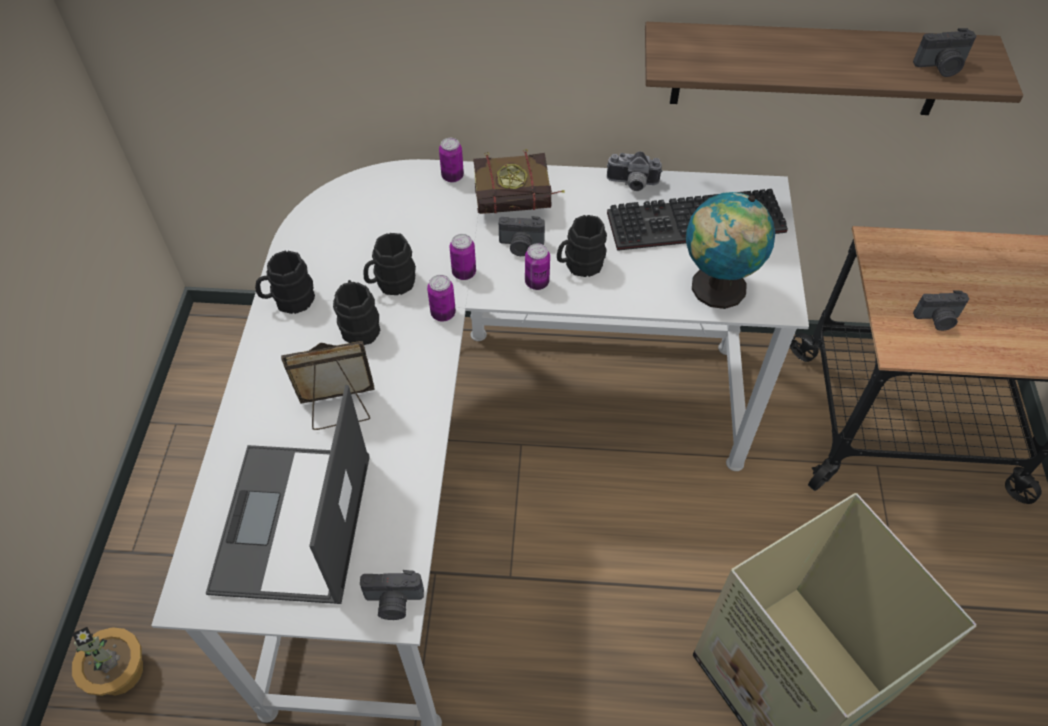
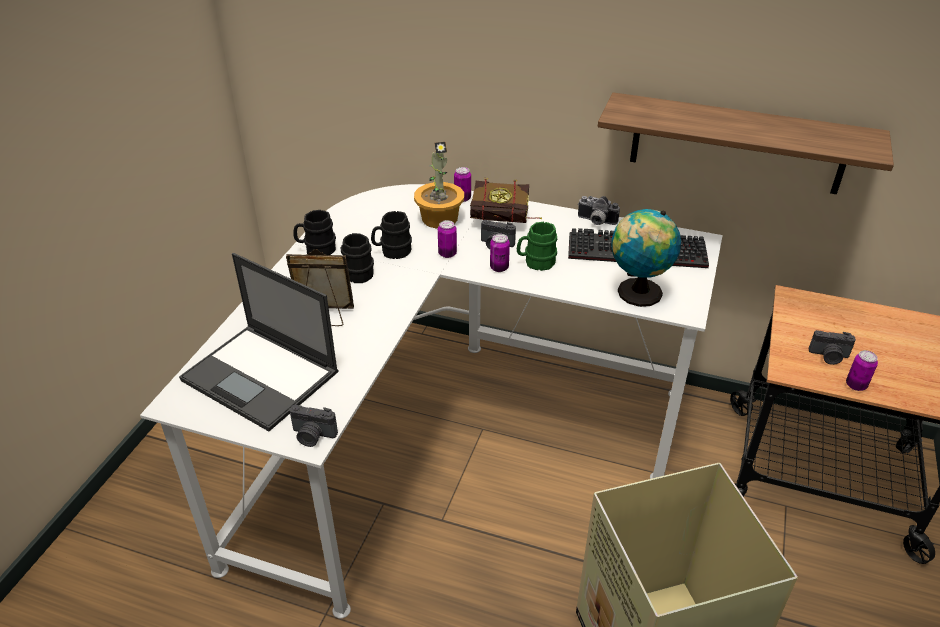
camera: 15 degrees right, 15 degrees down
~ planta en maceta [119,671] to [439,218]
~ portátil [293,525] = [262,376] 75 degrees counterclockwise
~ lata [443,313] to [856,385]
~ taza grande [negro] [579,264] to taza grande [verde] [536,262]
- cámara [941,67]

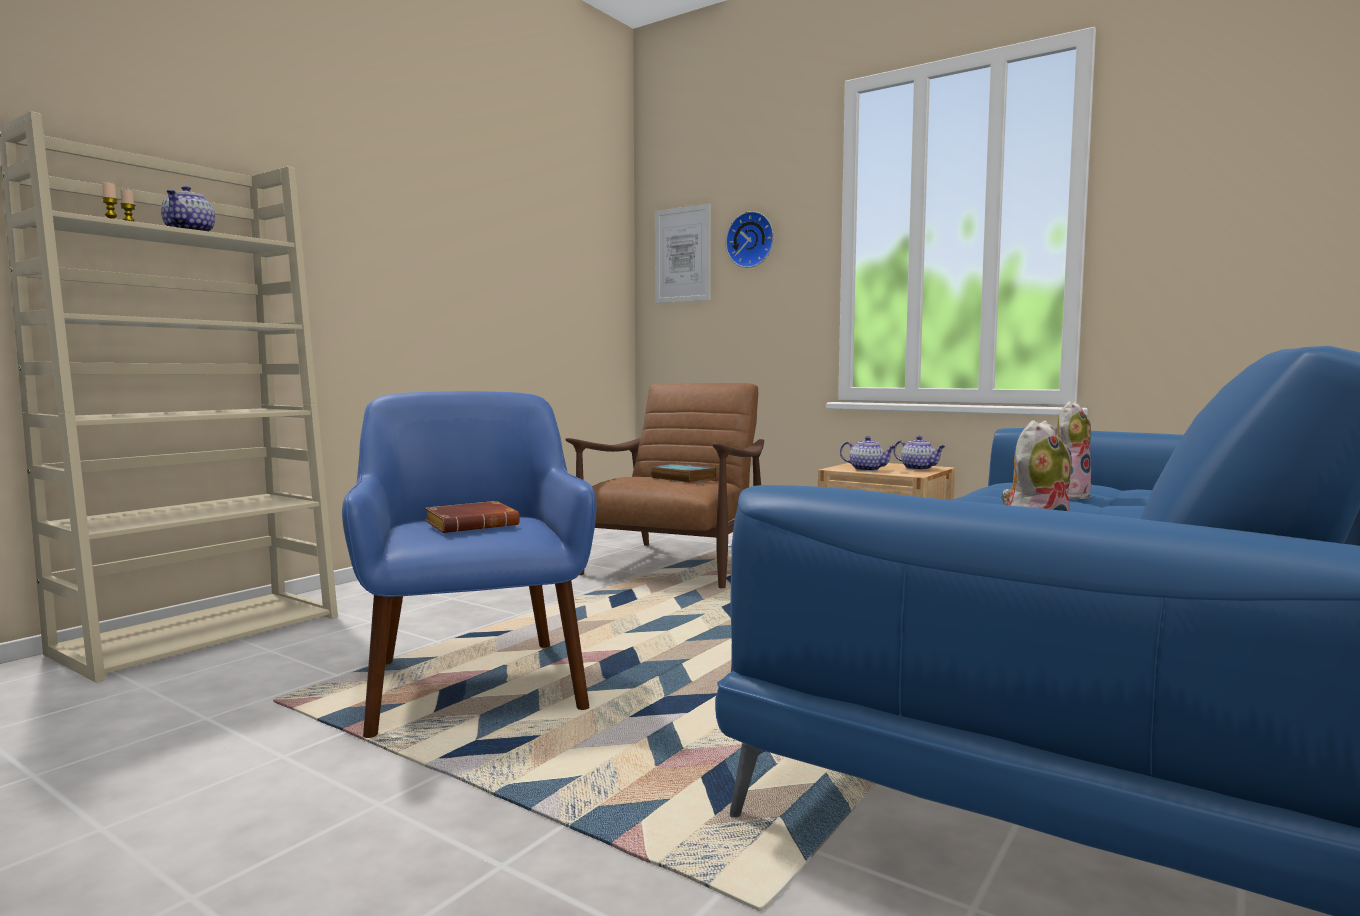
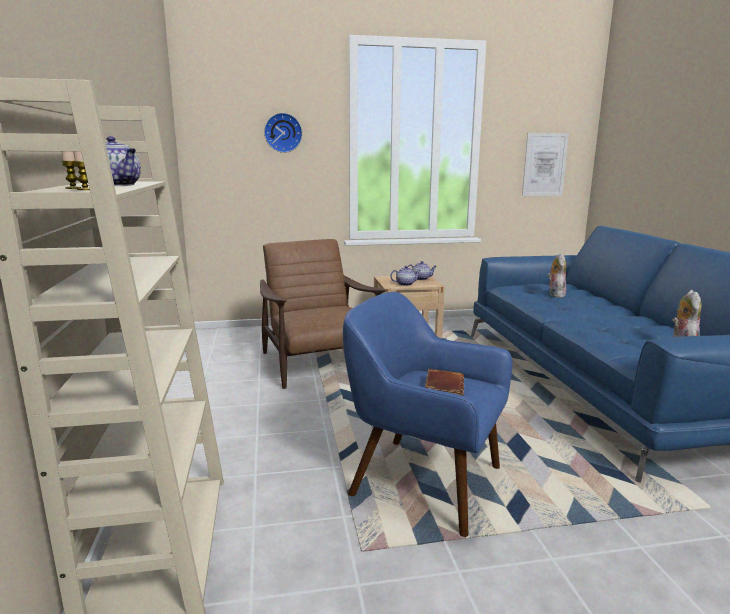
camera: 45 degrees left, 10 degrees up
- libro [681,478]
~ cuadro [682,255] to [544,164]

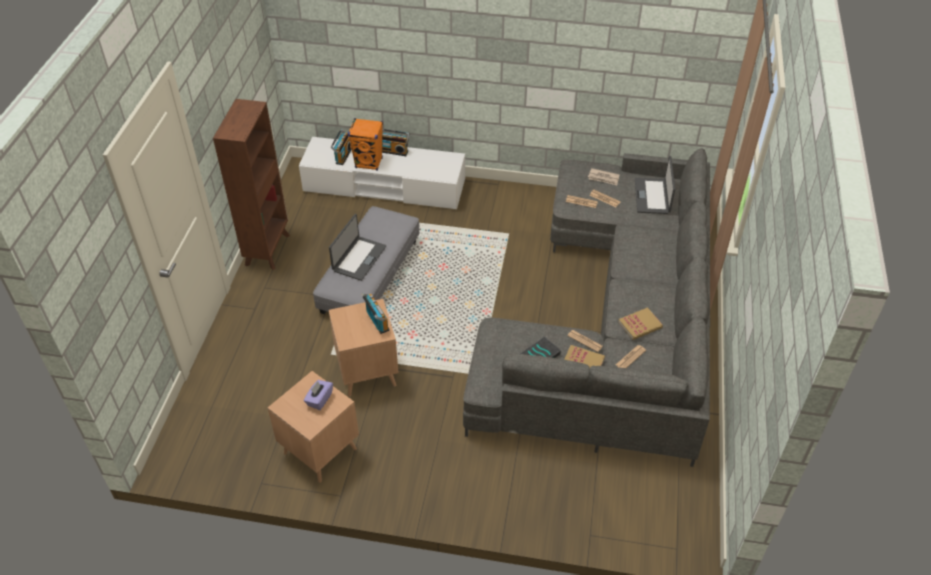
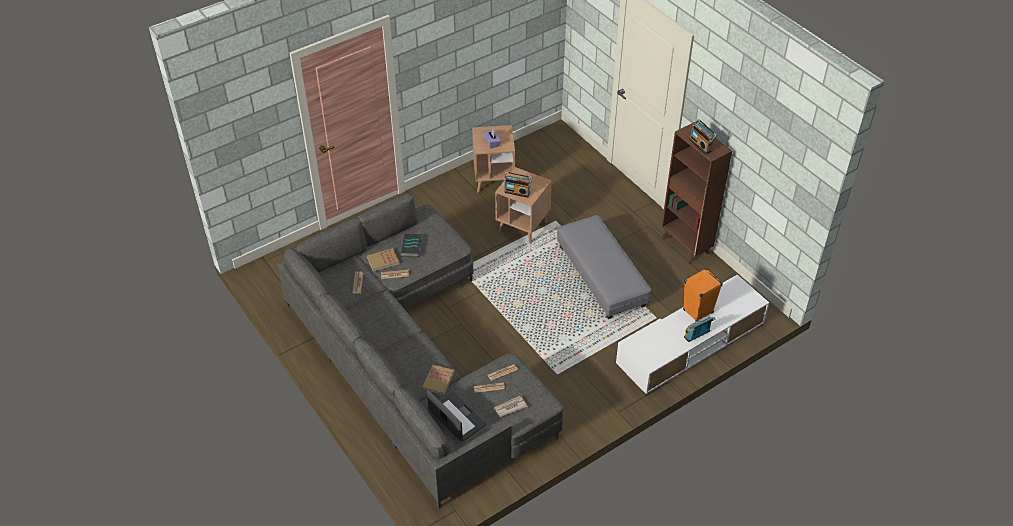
camera: 135 degrees right, 0 degrees up
- portátil [358,258]
~ radio [342,156] to [701,145]
~ libro [640,325] to [438,380]

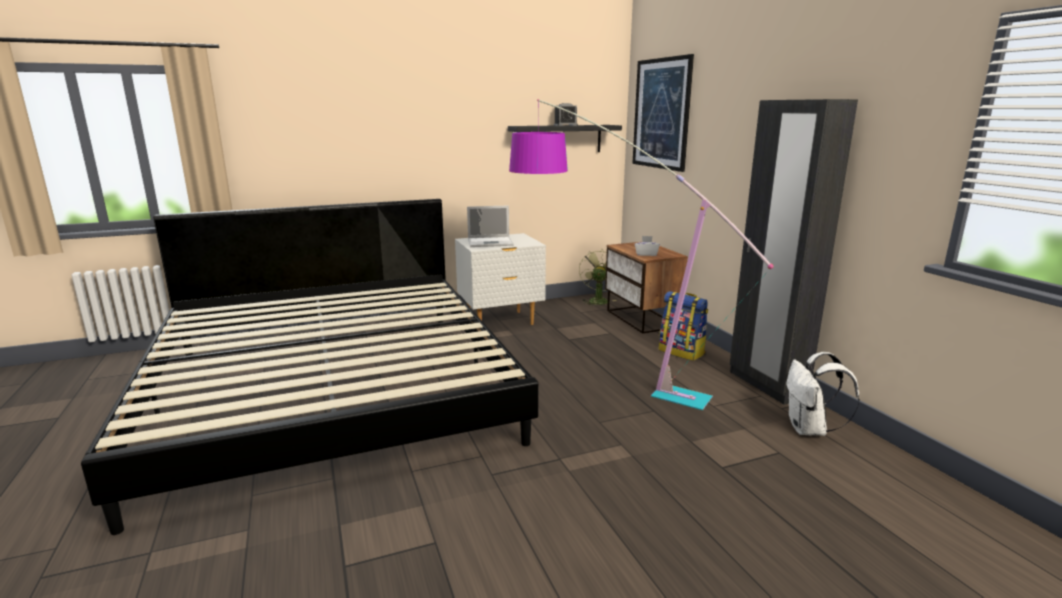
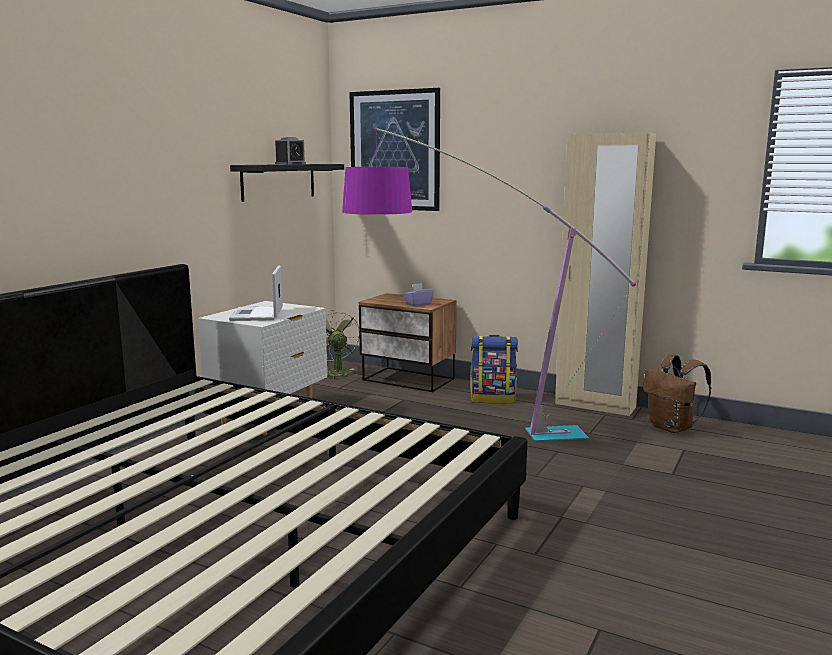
camera: 40 degrees left, 5 degrees down
~ portátil [491,242] = [257,314] 135 degrees clockwise
~ caja de pañuelos [blanco] [646,254] to caja de pañuelos [morado] [418,304]
~ armario ropero [negro] [766,385] to armario ropero [beis] [595,406]
~ mochila [blanco] [809,430] to mochila [marrón] [672,428]

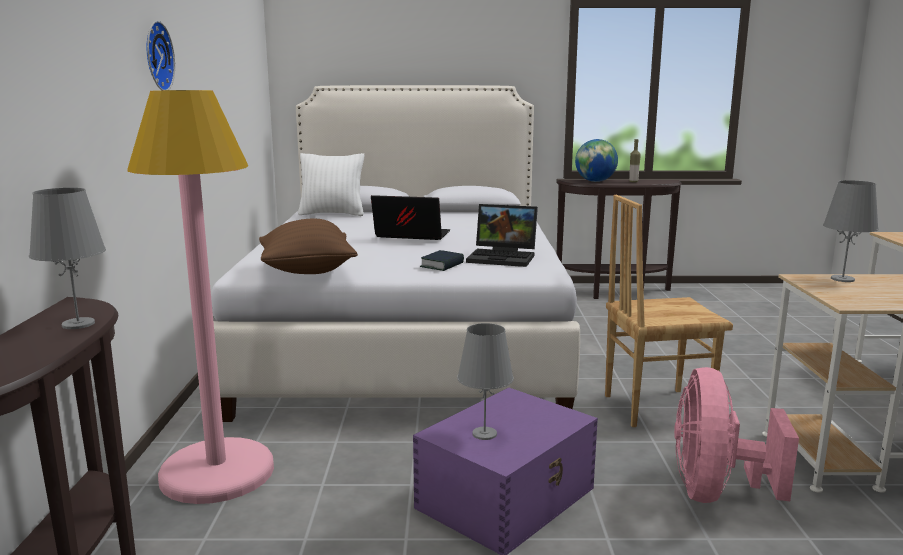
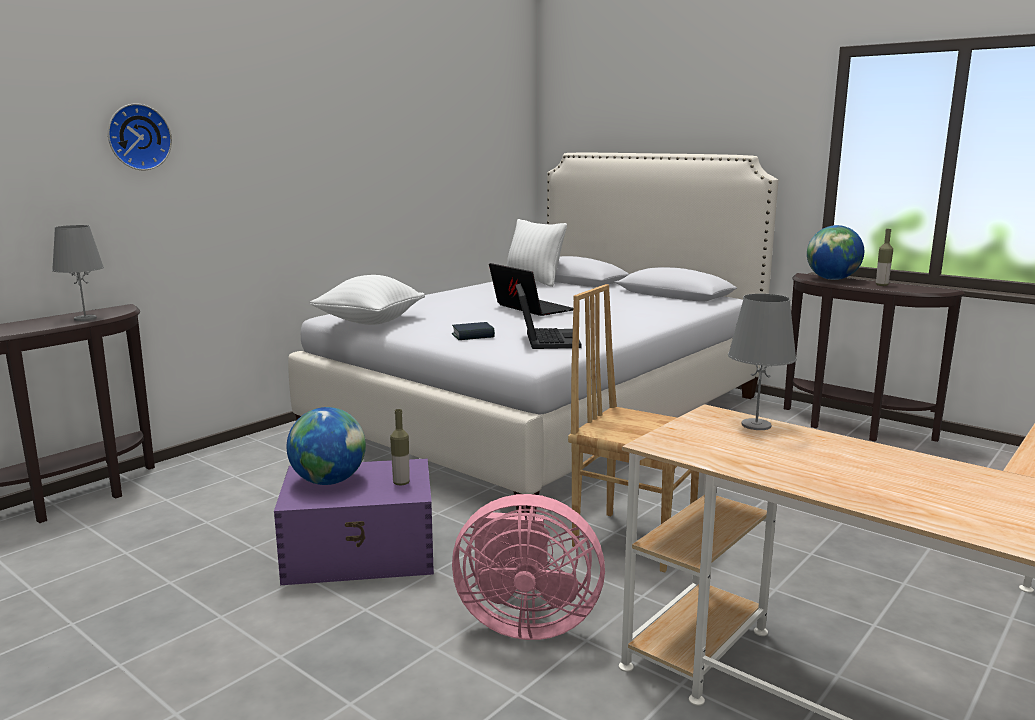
camera: 40 degrees right, 0 degrees up
- lámpara de pie [rosa] [217,472]
~ reloj de pared [155,56] to [137,137]
~ cojín [marrón] [307,271] to cojín [blanco] [369,322]
~ lámpara de mesa [gris] [485,434] to globo terráqueo [329,481]
~ portátil [504,257] = [545,340] 150 degrees counterclockwise
~ ventilador [rosa] [715,492] = [524,622] 135 degrees counterclockwise
+ botella [401,483]

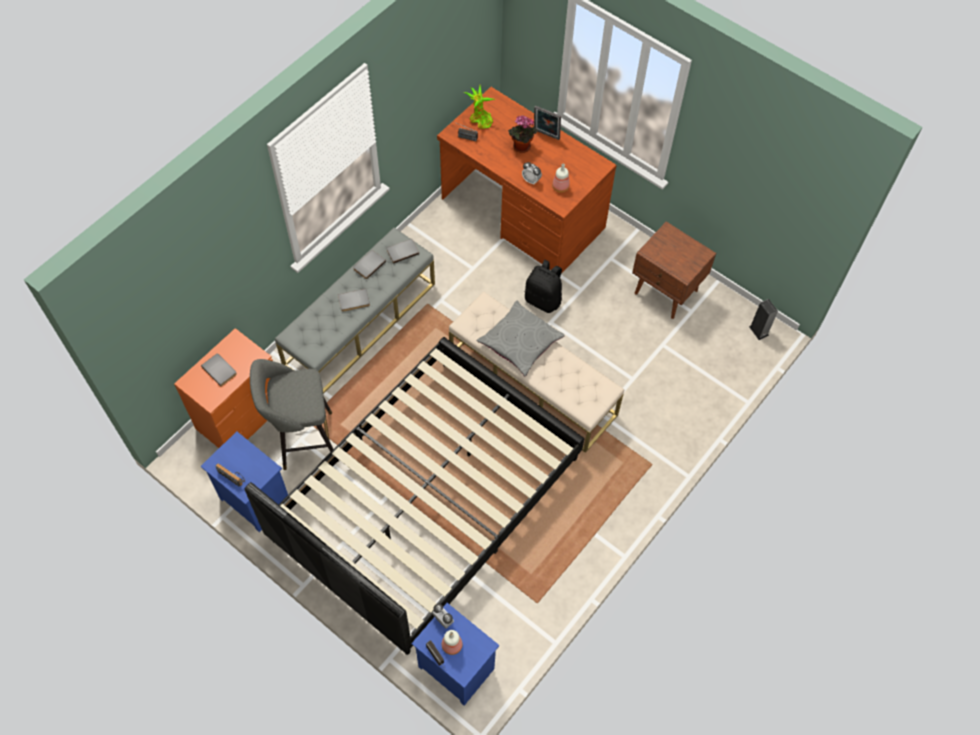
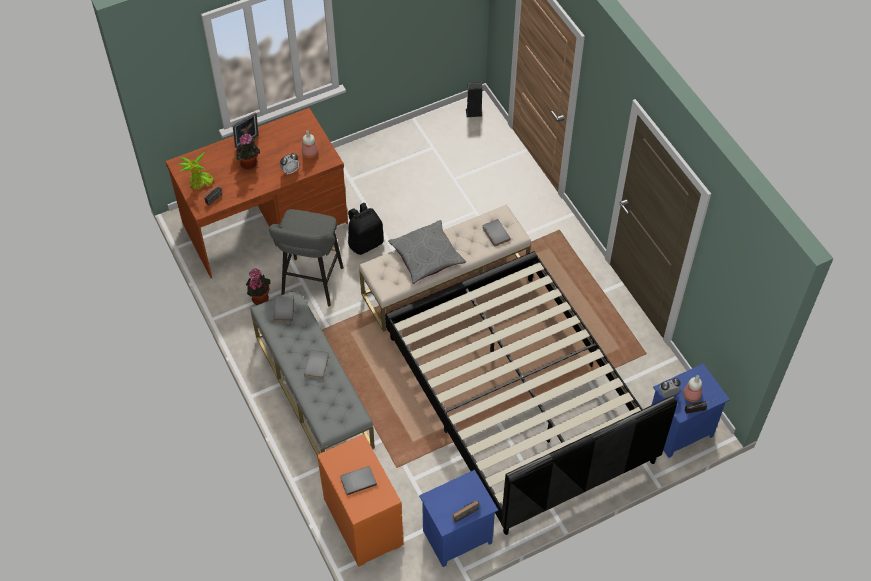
camera: 65 degrees left, 5 degrees down
~ taburete [gris] [303,441] to [311,285]
~ libro [gris] [368,265] to [495,234]
- mesita de noche [marrón] [666,292]
+ planta en maceta [259,297]

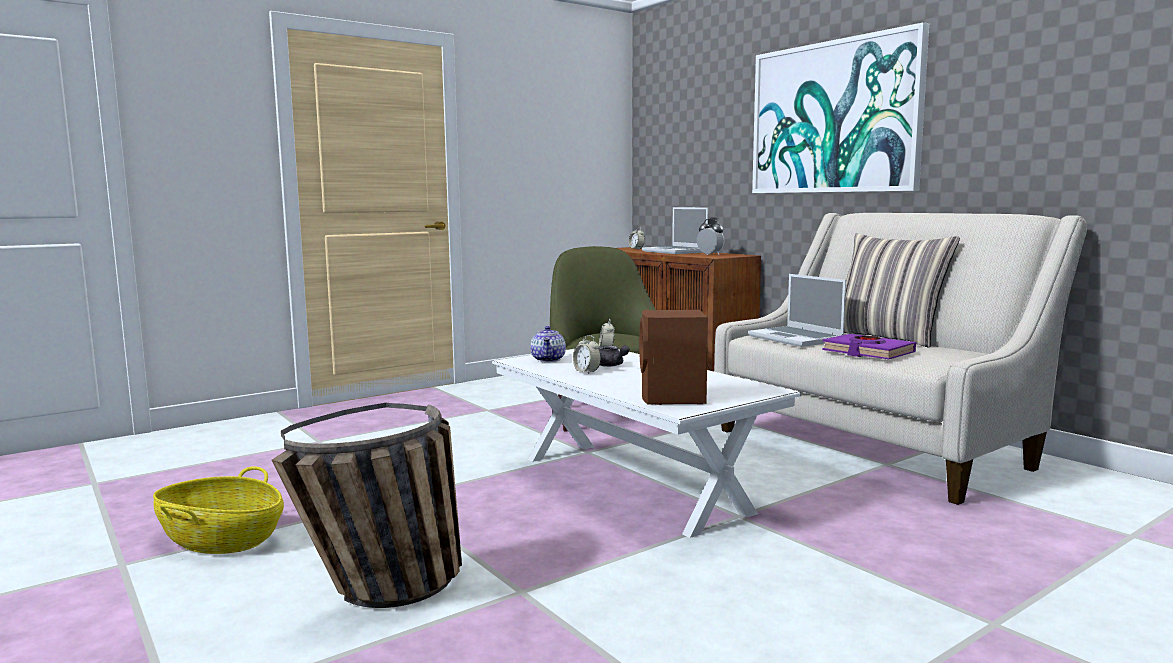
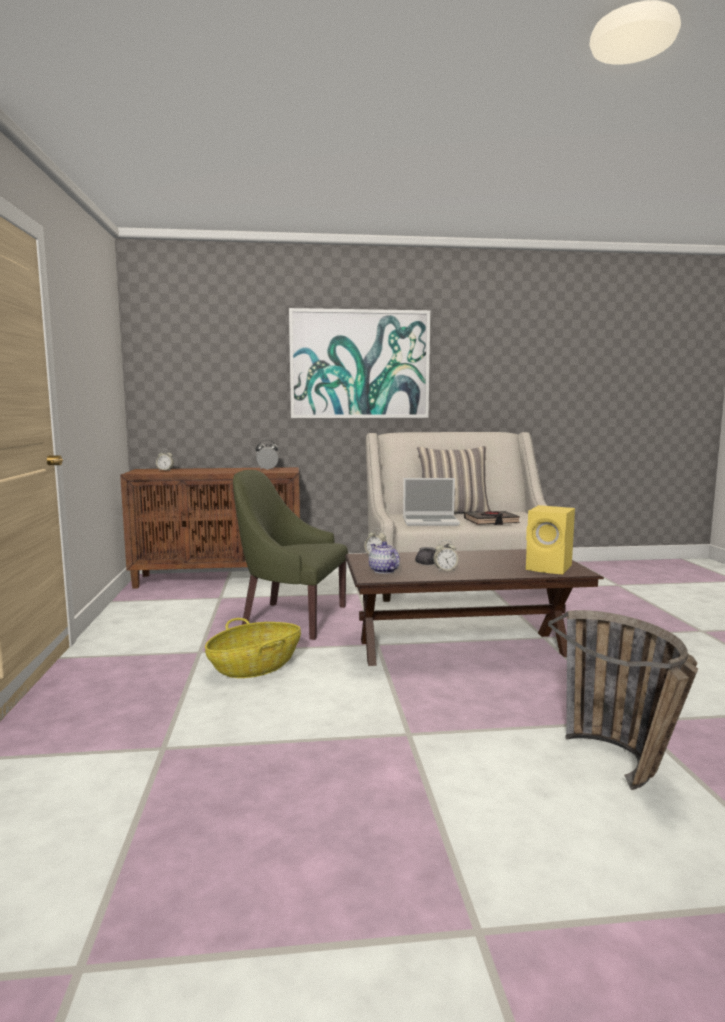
camera: 60 degrees left, 0 degrees up
~ cesta [221,539] to [255,667]
~ mesa de centro [blanco] [632,484] to mesa de centro [marrón] [463,648]
~ tetera [548,359] = [384,571] 150 degrees counterclockwise
~ altavoz [marrón] [672,399] to altavoz [amarillo] [550,568]
- portátil [676,252]
~ libro [morado] [867,352] to libro [negro] [491,521]

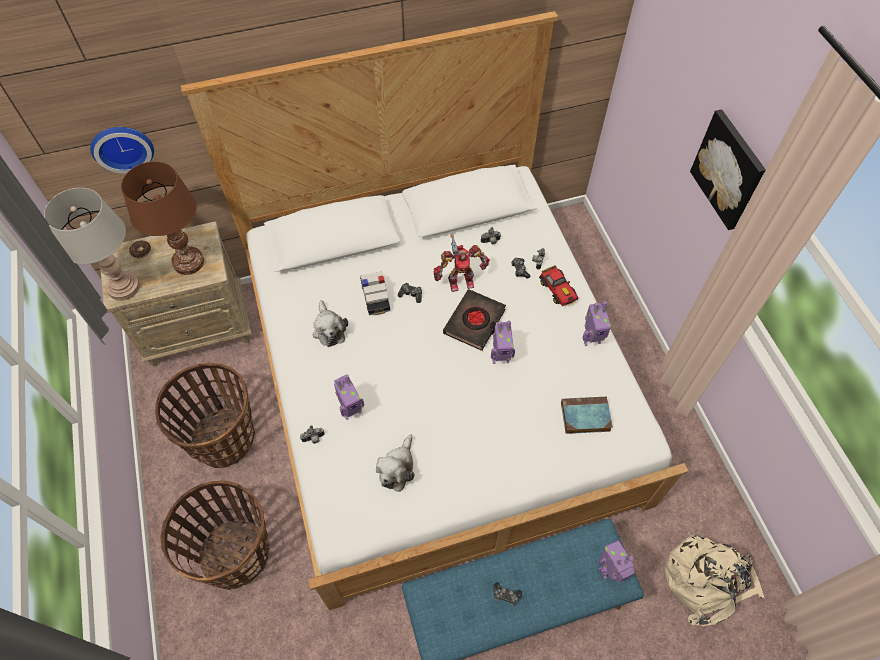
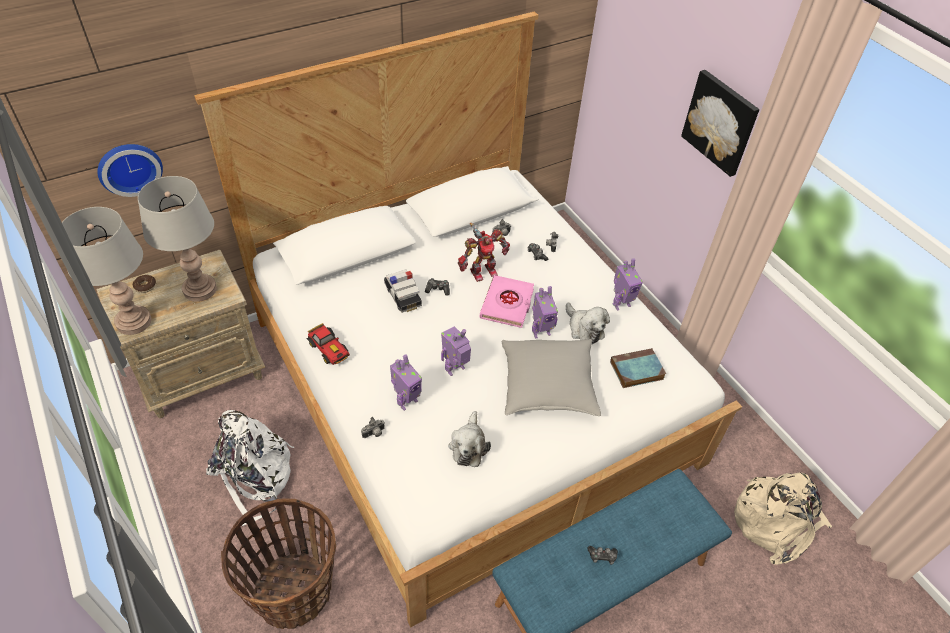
camera: 15 degrees left, 10 degrees down
~ lámpara de mesa [marrón] [188,262] to lámpara de mesa [gris] [200,289]
~ cesta [223,438] to mochila [blanco] [254,476]
~ peluche [329,329] to [584,328]
~ libro [negro] [475,322] to libro [rosa] [507,304]
~ coche de juguete [558,291] to [329,350]
~ robot de juguete [609,571] to [455,369]
+ cojín [gris] [547,386]

